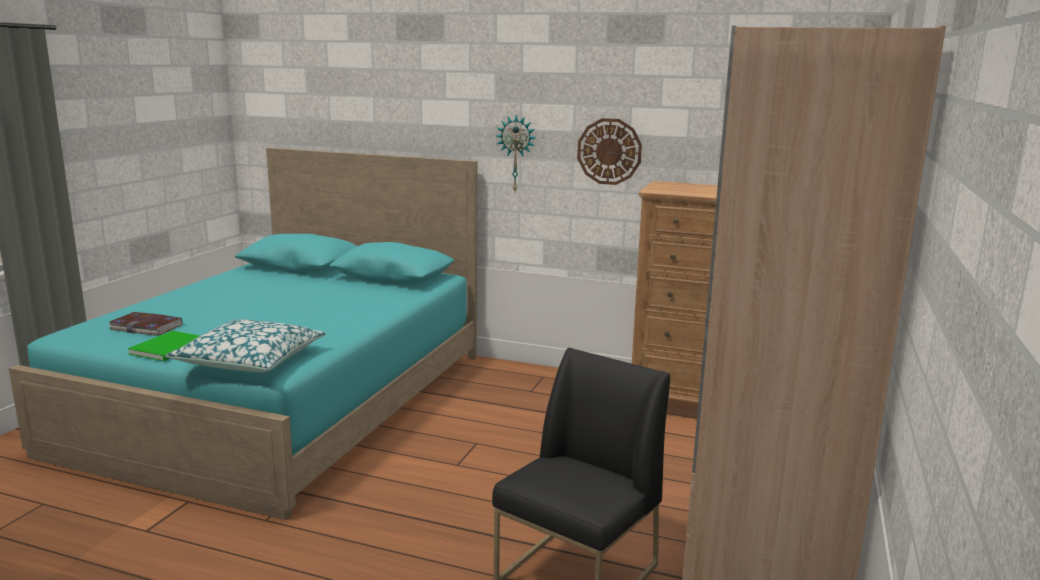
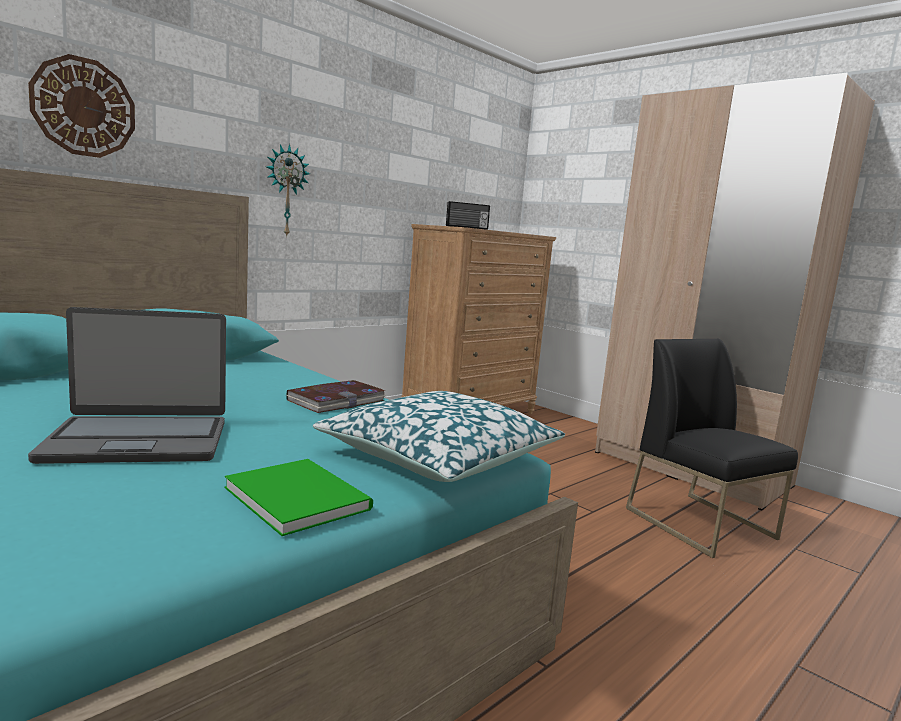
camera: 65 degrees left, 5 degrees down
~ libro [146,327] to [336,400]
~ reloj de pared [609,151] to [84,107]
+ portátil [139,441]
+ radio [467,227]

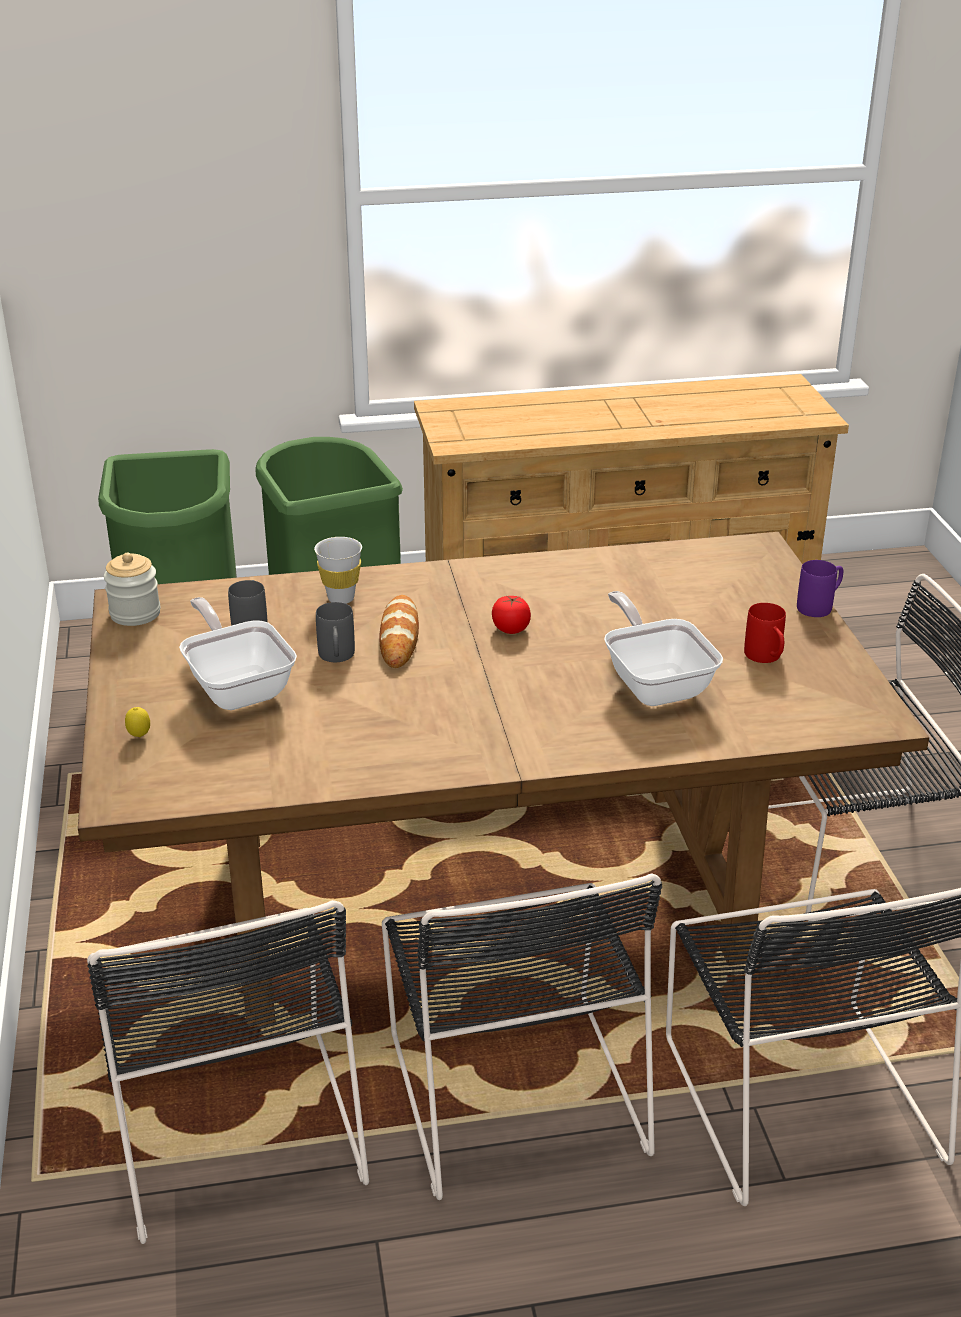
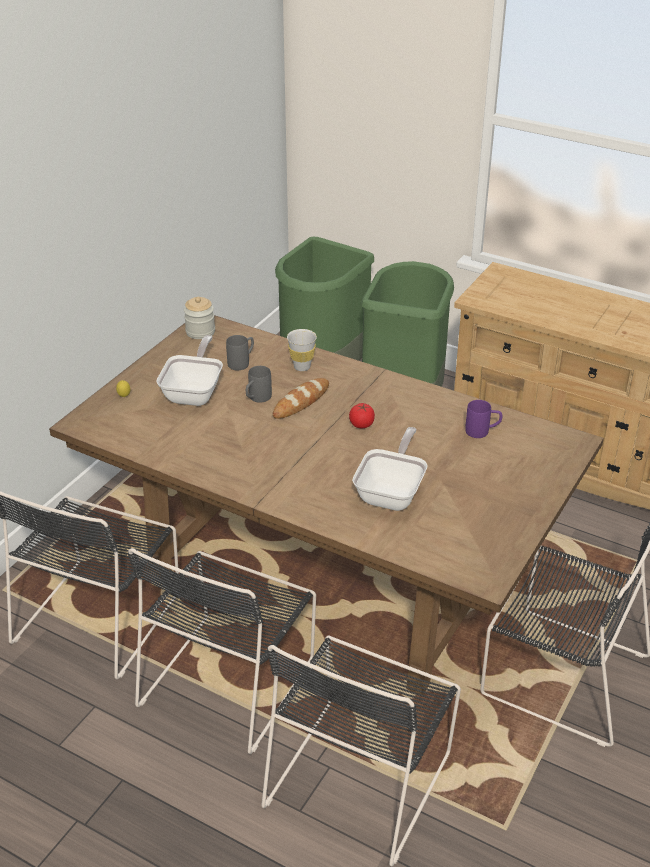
camera: 40 degrees right, 5 degrees up
- taza grande [rojo] [766,658]
~ taza grande [morado] [820,606] to [482,431]

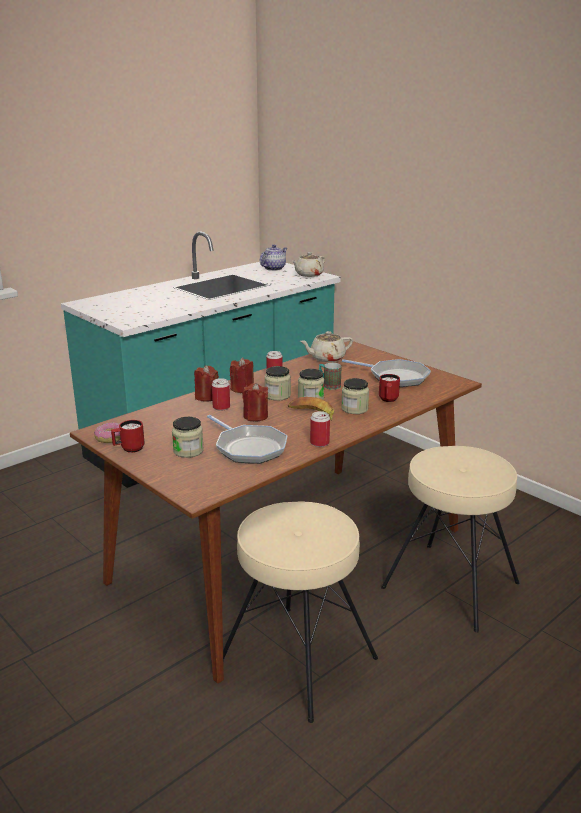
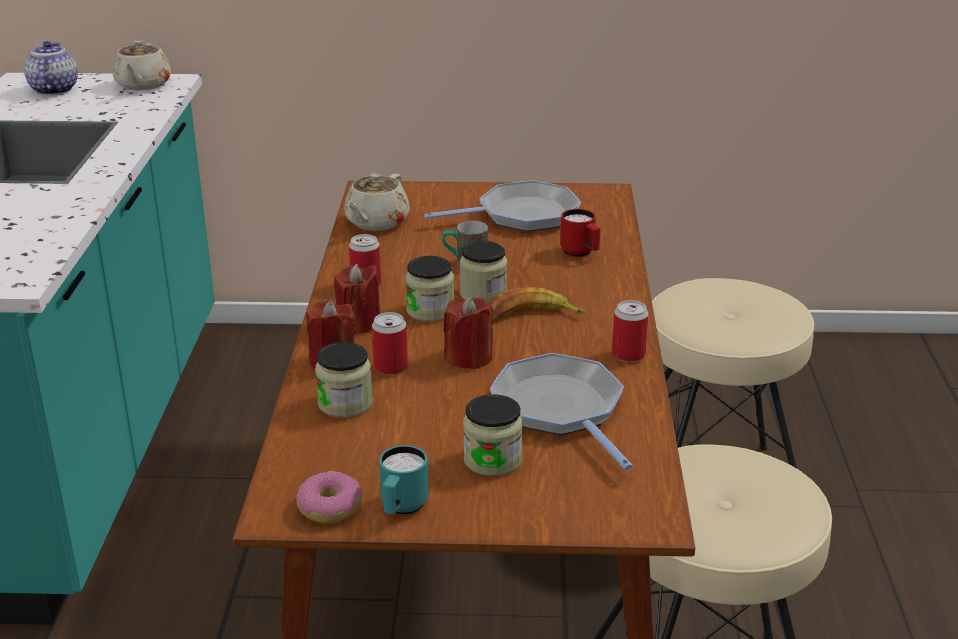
camera: 45 degrees left, 5 degrees up
~ taza grande [rojo] [129,449] to taza grande [turquesa] [401,508]
~ sartén [249,448] = [561,409] 120 degrees counterclockwise
~ tarro [354,409] to [345,403]

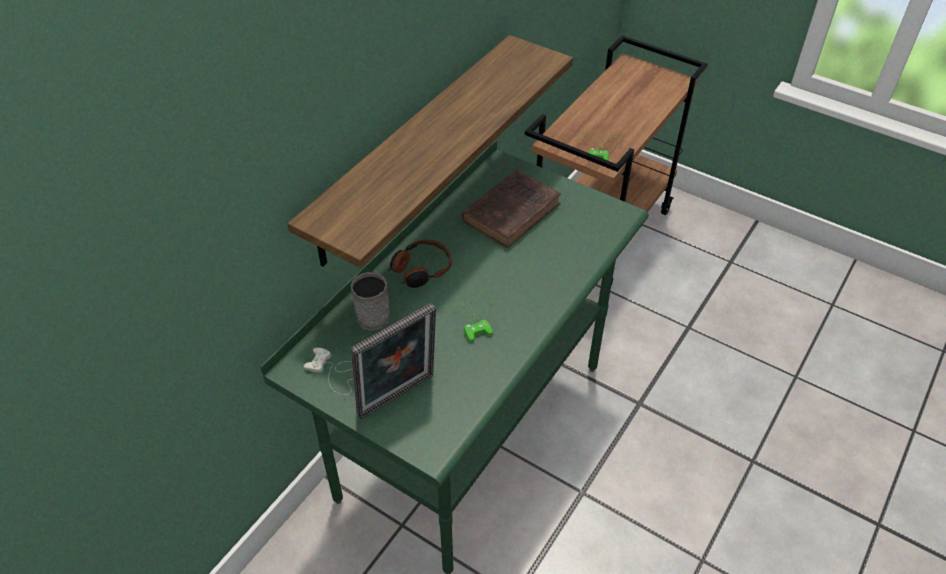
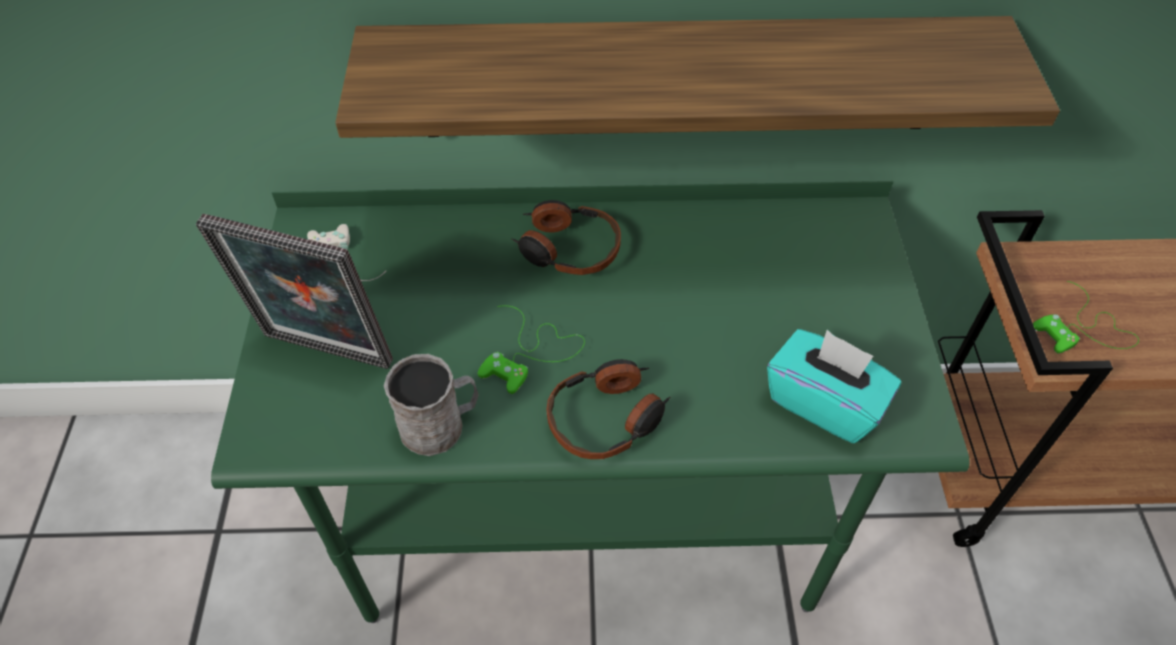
camera: 55 degrees right, 5 degrees up
~ taza grande [gris] [374,312] to [440,425]
- libro [marrón] [513,211]
+ auriculares [607,418]
+ caja de pañuelos [turquesa] [824,402]

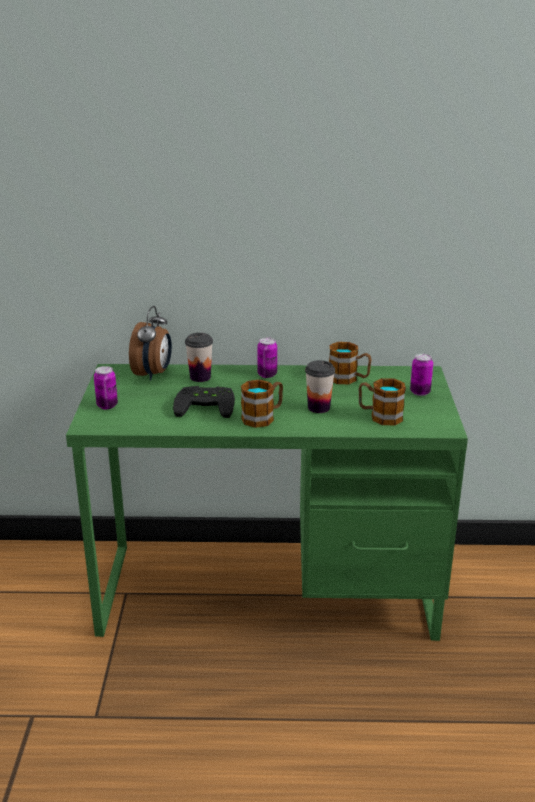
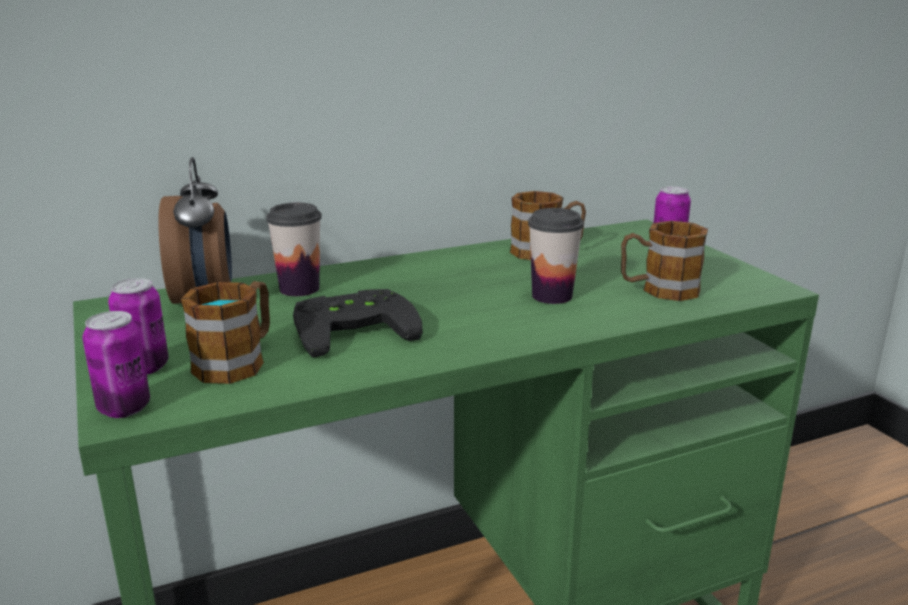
camera: 25 degrees left, 5 degrees down
~ taza grande [263,417] to [238,361]
~ lata [267,374] to [124,408]

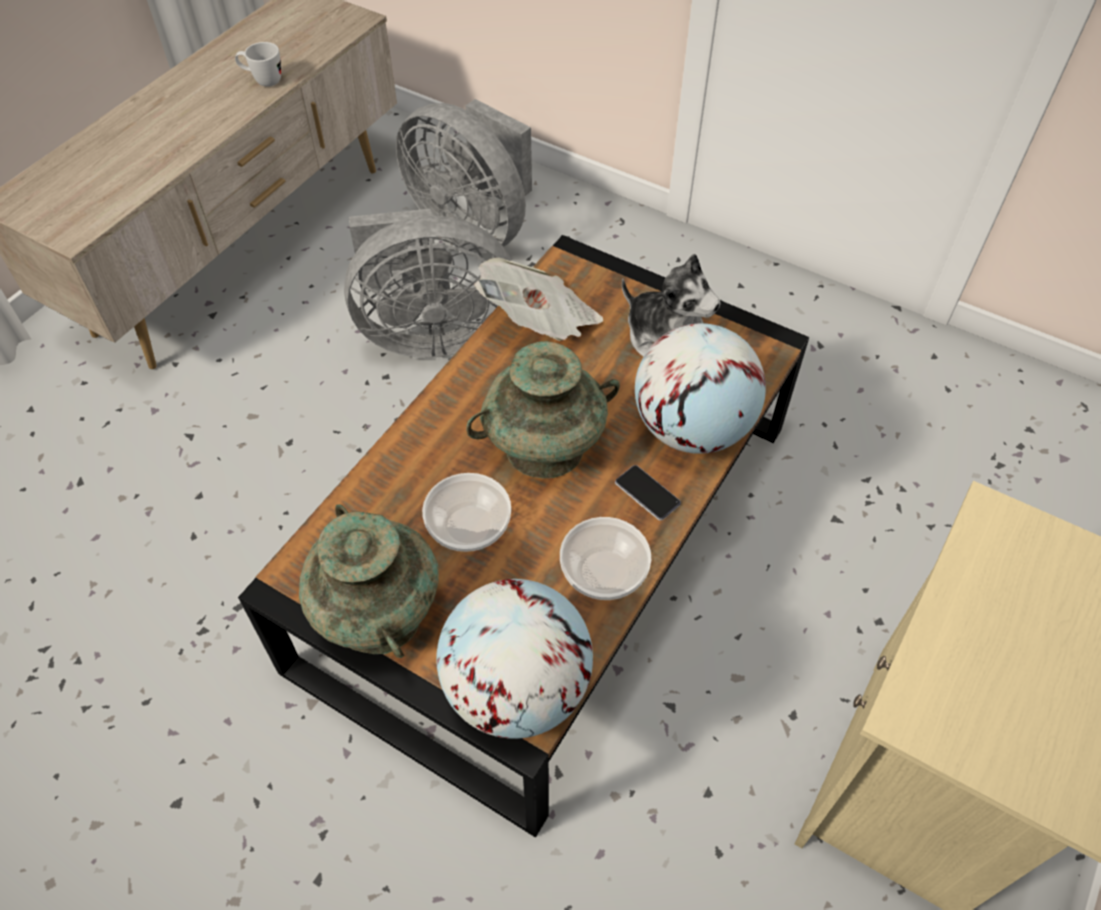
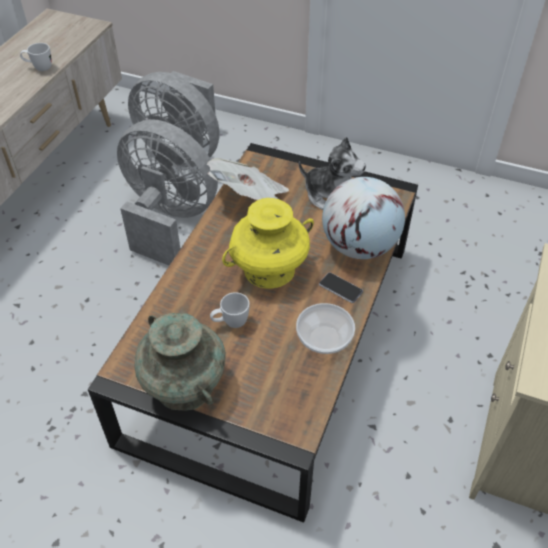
camera: 10 degrees left, 5 degrees down
~ ventilador [gris] [431,333] = [168,220] 135 degrees counterclockwise
~ cuenco [467,525] to taza grande [blanco] [230,323]
- globo terráqueo [516,689]
~ florero [turquesa] [544,447] to florero [amarillo] [269,269]

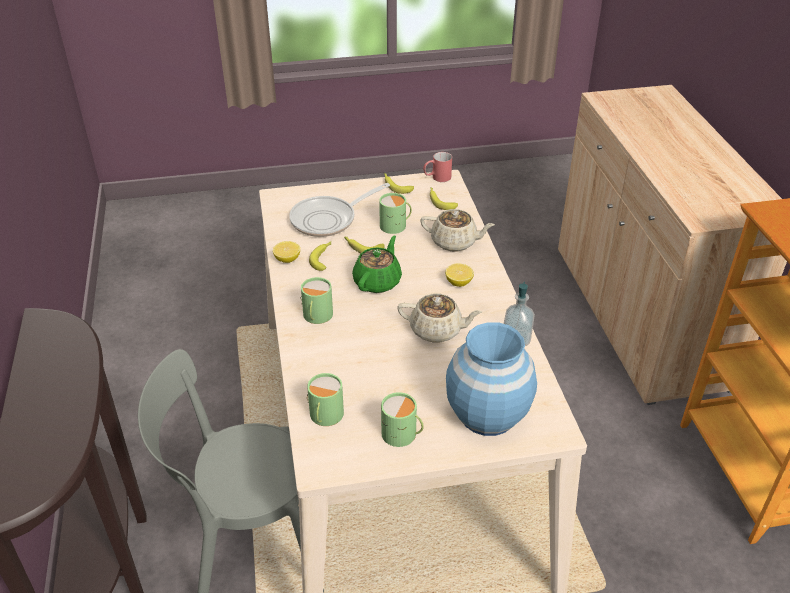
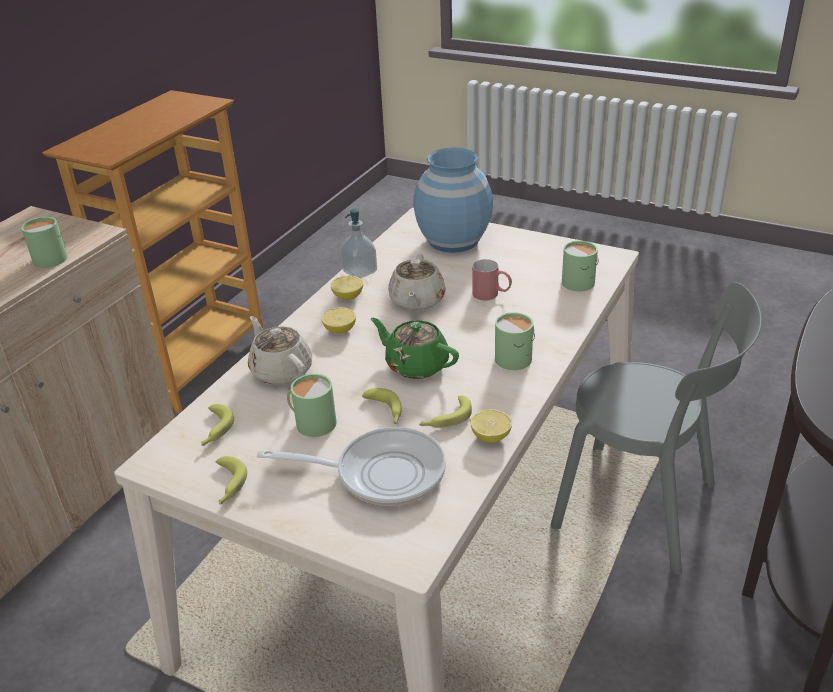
camera: 140 degrees left, 5 degrees down
~ tetera [verde] [378,281] = [416,365] 60 degrees clockwise
~ taza grande [verde] [402,435] to [50,257]
~ tetera [beis] [437,330] = [417,301] 135 degrees counterclockwise
~ taza grande [rojo] [437,178] to [491,295]
+ limón [348,297]

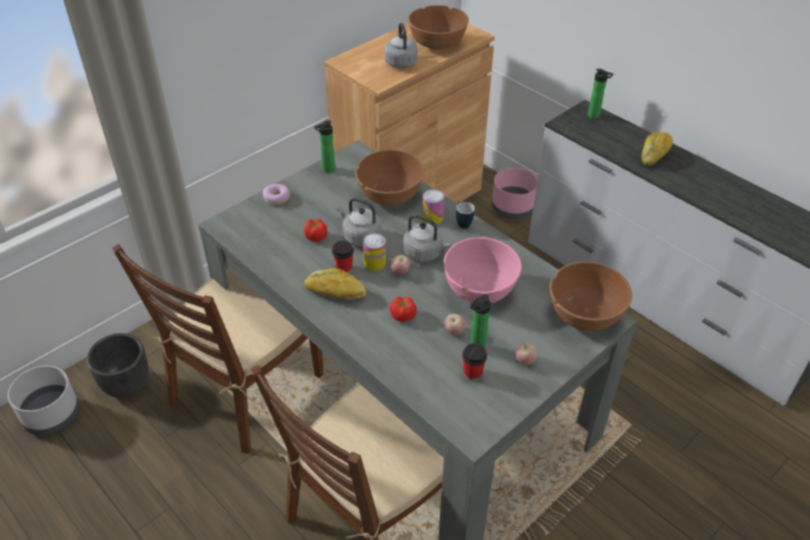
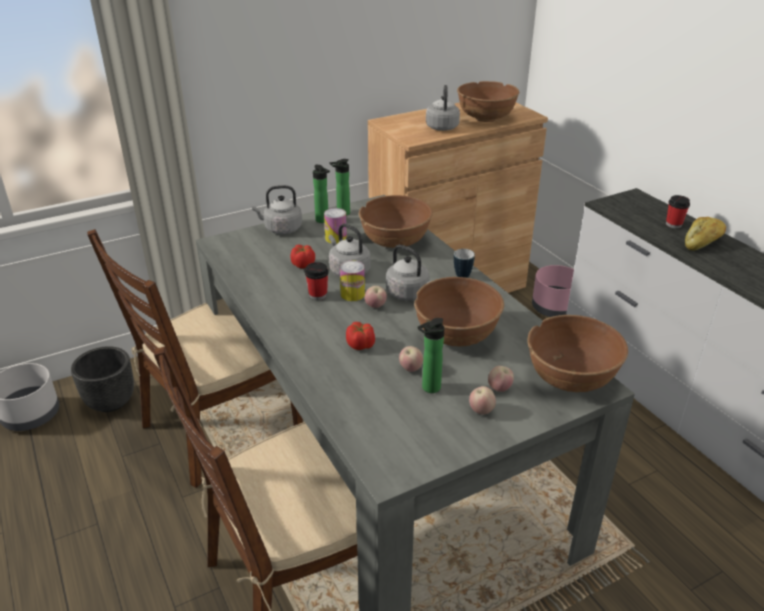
camera: 15 degrees right, 10 degrees down
~ rosquilla [277,198] to hervidor [gris] [281,229]
- pan [335,293]
~ lata [432,217] to [336,238]
~ cuenco [rosa] [480,289] to cuenco [marrón] [456,334]
~ taza [472,373] to [673,224]
~ botella [595,116] to [323,221]
+ manzana [499,389]

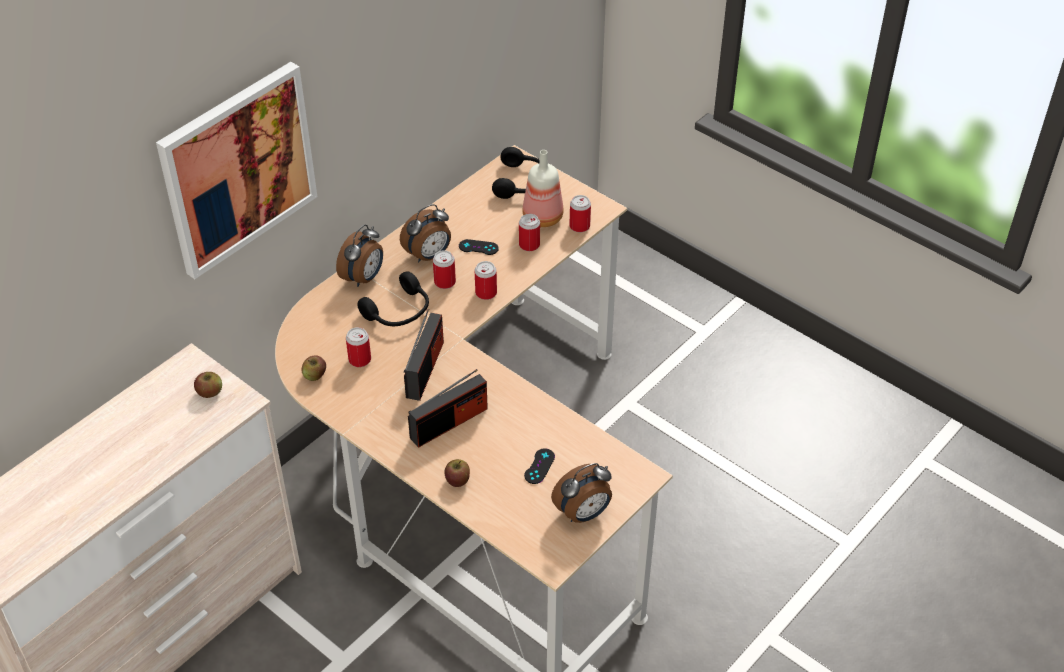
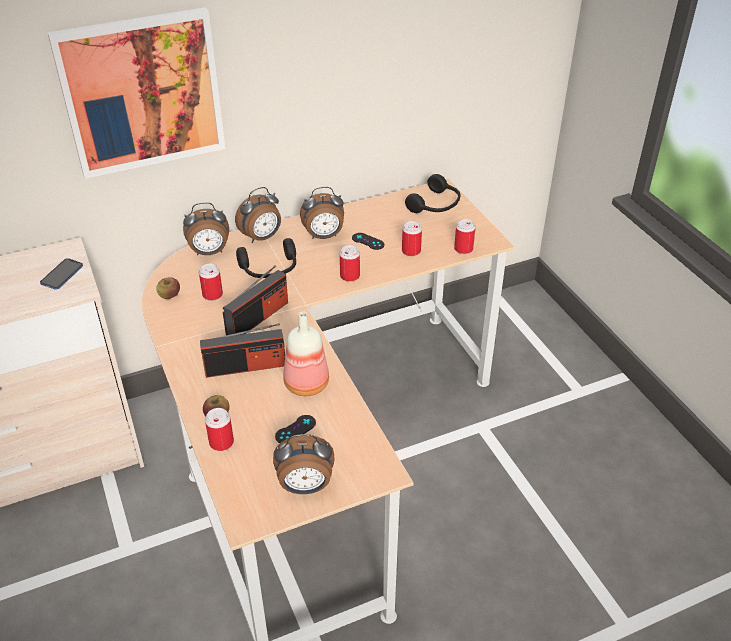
camera: 25 degrees right, 5 degrees down
~ manzana [210,392] to móvil [62,275]
~ lata [445,282] to [221,442]
~ botella [543,218] to [306,385]
+ despertador [209,252]

